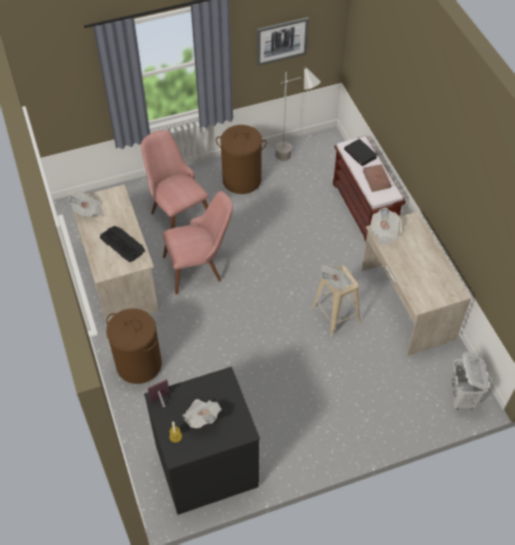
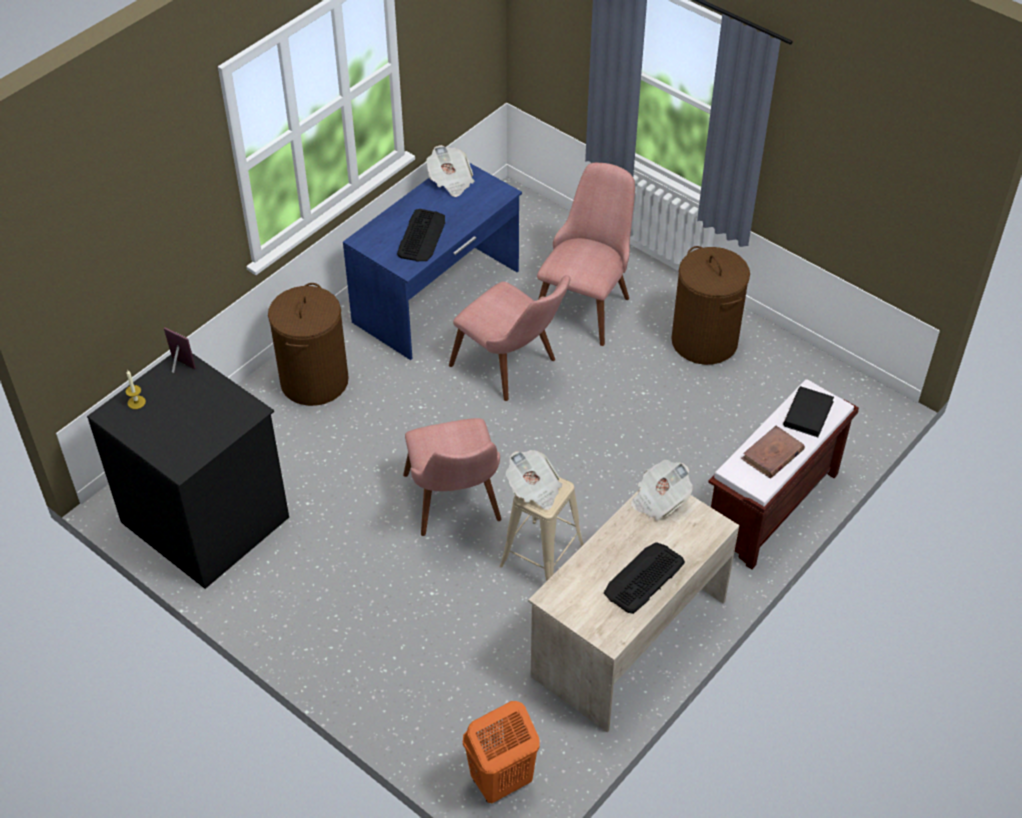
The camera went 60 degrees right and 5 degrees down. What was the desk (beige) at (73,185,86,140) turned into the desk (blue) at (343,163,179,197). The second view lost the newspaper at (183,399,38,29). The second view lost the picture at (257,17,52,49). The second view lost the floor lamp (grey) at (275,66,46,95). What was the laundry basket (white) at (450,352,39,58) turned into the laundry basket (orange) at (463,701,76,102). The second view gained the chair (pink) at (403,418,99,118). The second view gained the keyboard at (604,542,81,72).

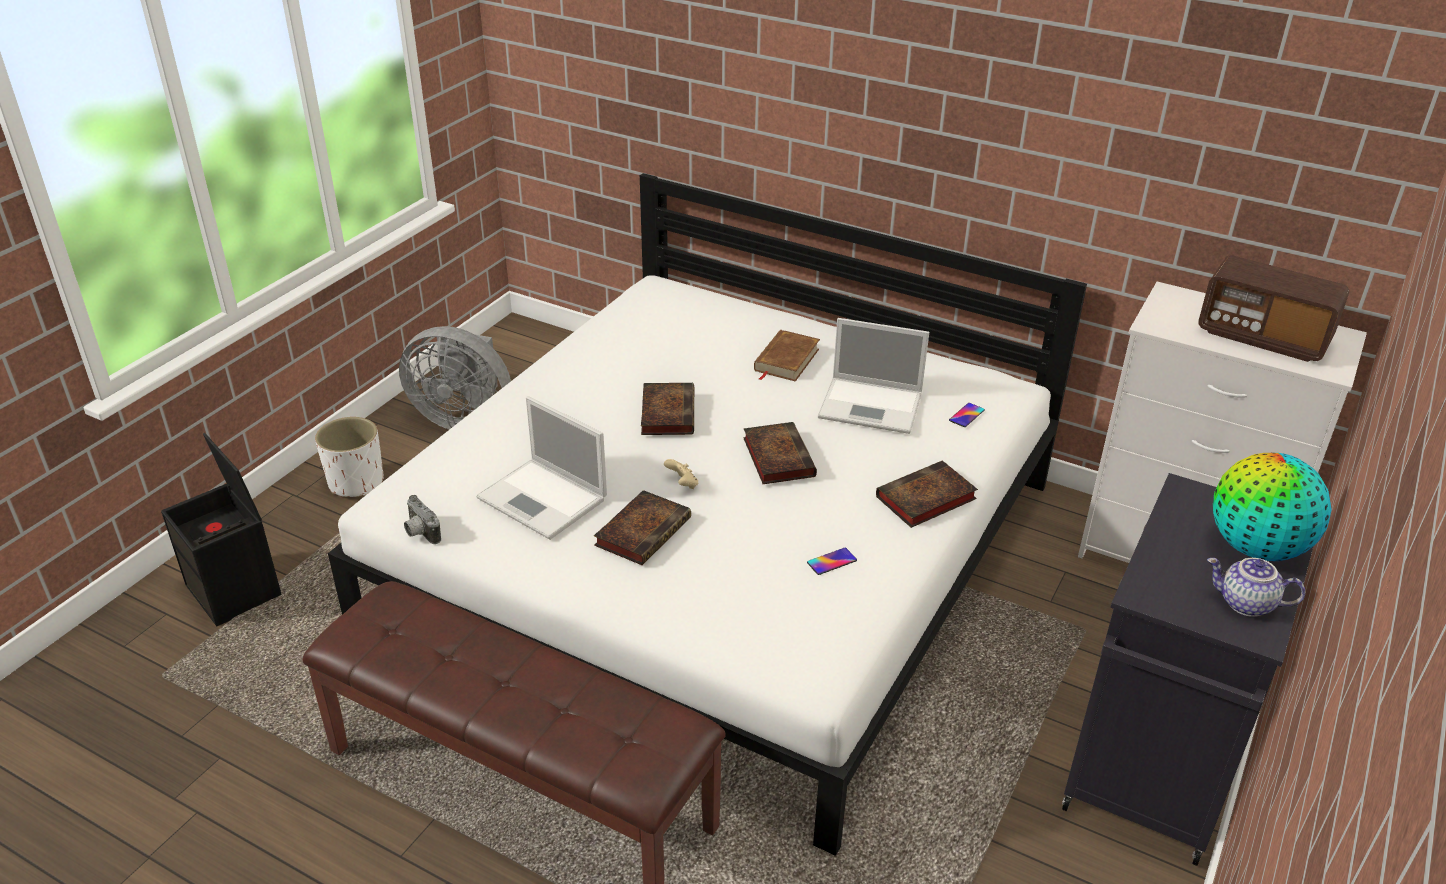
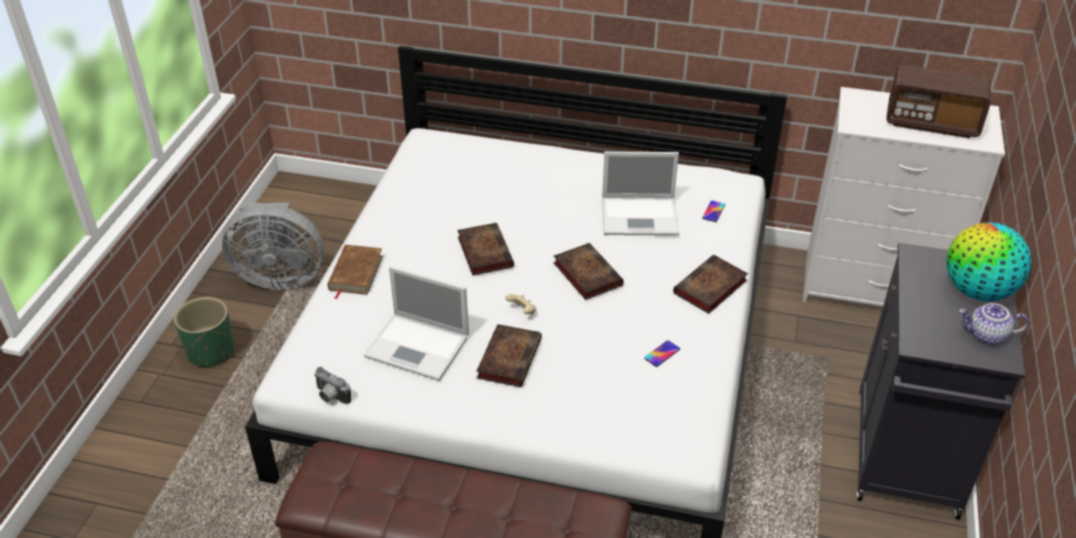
The camera went 15 degrees left and 5 degrees up. The second view lost the storage box (black) at (161,433,121,193). What was the planter (white) at (315,417,69,80) turned into the planter (green) at (174,297,60,70). The book (brown) ended up elsewhere, having gone from (754,330,66,52) to (328,245,55,54).

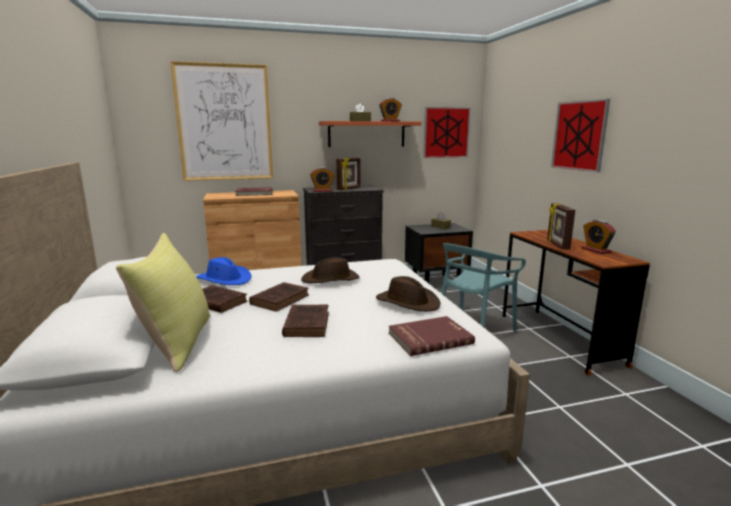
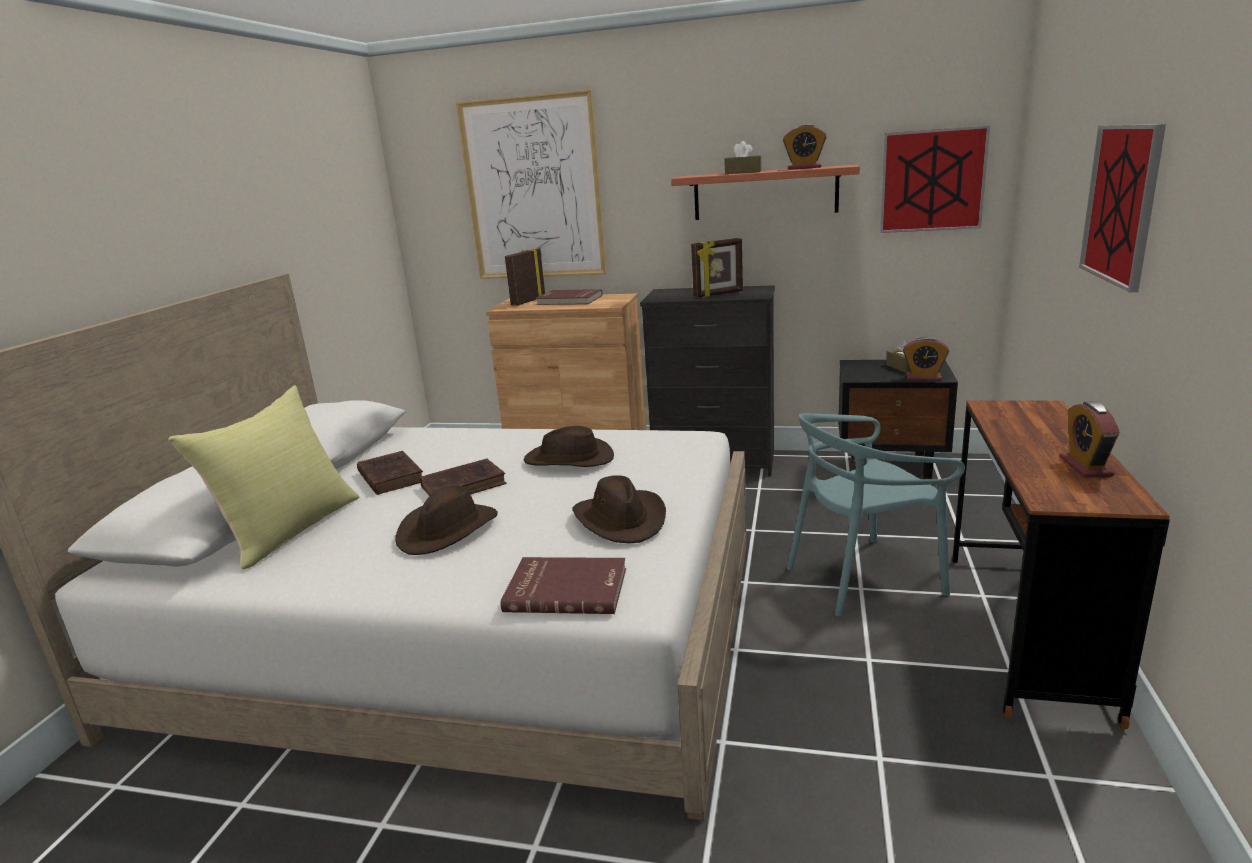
The camera went 30 degrees right and 5 degrees up. The second view lost the hat (blue) at (196,257,55,28). Where the book (brown) stood at (282,305,47,32), the hat (brown) came to stand at (395,486,103,69). The alarm clock ended up elsewhere, having gone from (310,167,24,25) to (903,337,46,44). The picture frame ended up elsewhere, having gone from (547,203,28,47) to (505,249,40,57).

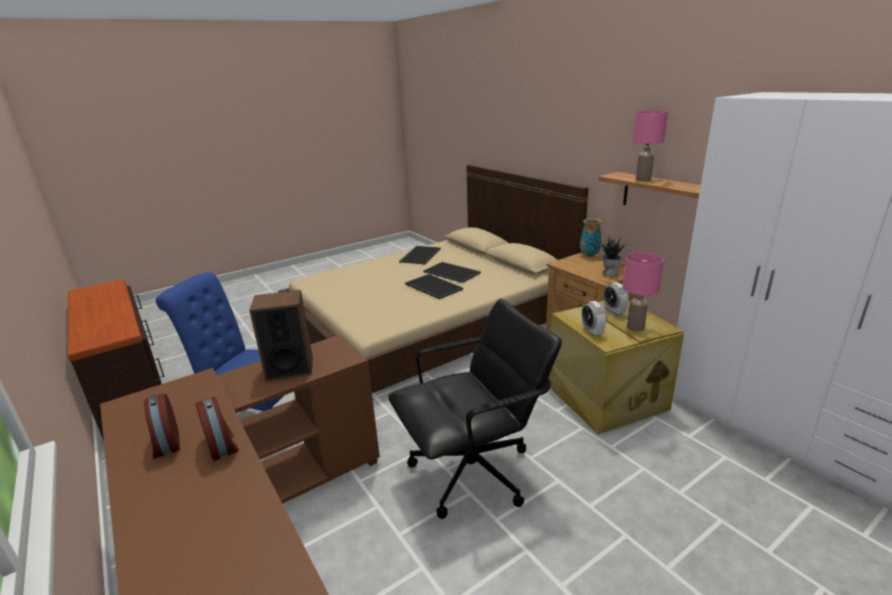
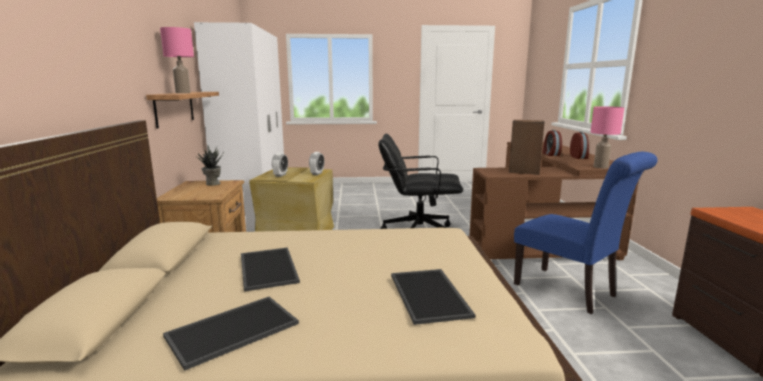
The camera went 150 degrees left and 10 degrees down. The tray ended up elsewhere, having gone from (405,274,58,25) to (391,269,84,56). The second view lost the vase at (580,219,22,38). The table lamp (pink) ended up elsewhere, having gone from (623,252,41,80) to (591,106,33,62).

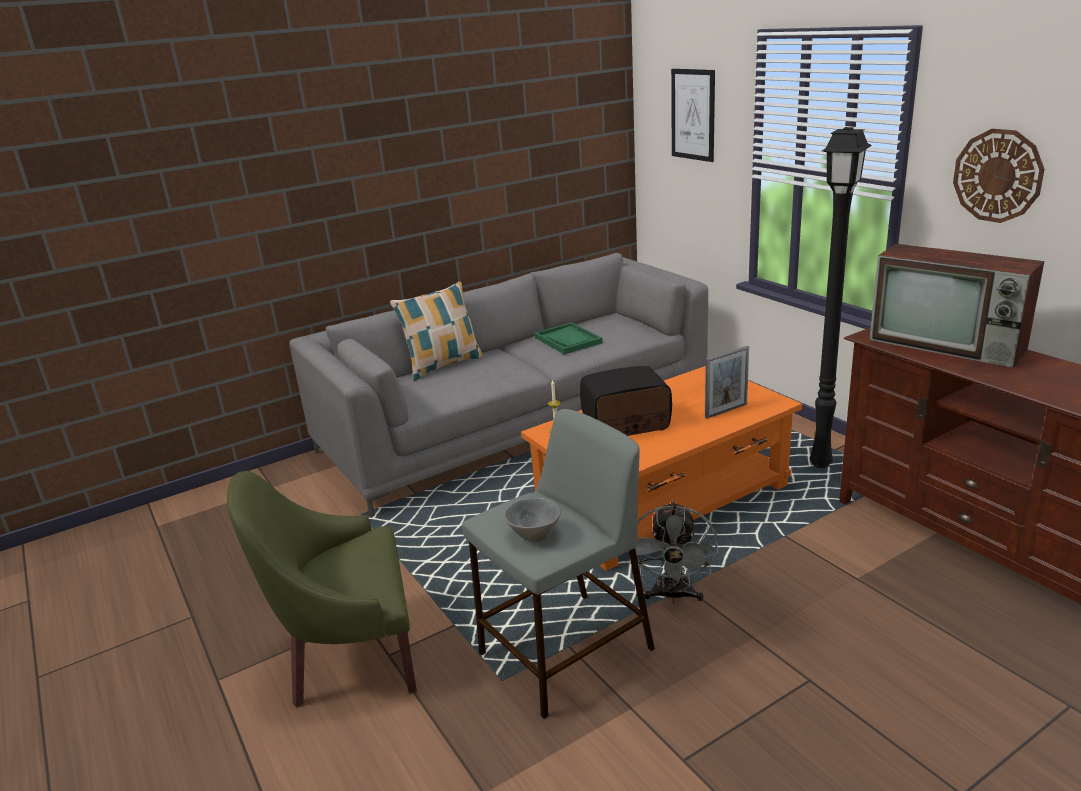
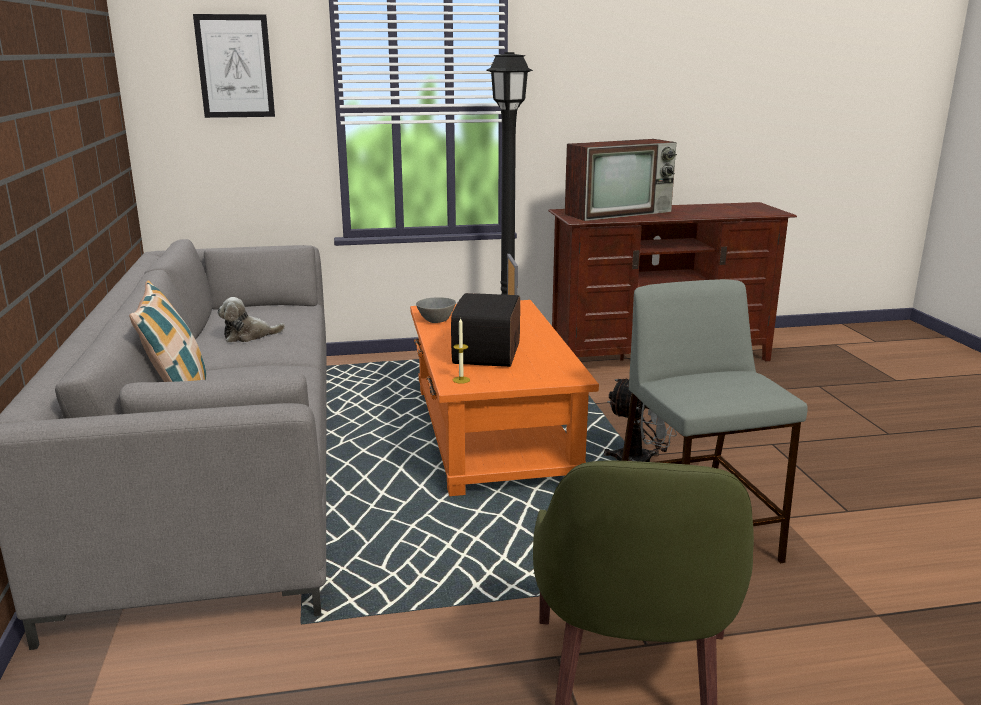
The camera went 70 degrees left and 5 degrees down. The bowl (grey) ended up elsewhere, having gone from (504,498,57,44) to (416,297,40,26). Where the tray (green) stood at (535,322,68,32), the plush toy came to stand at (217,297,68,45). The second view lost the wall clock at (953,129,91,94).

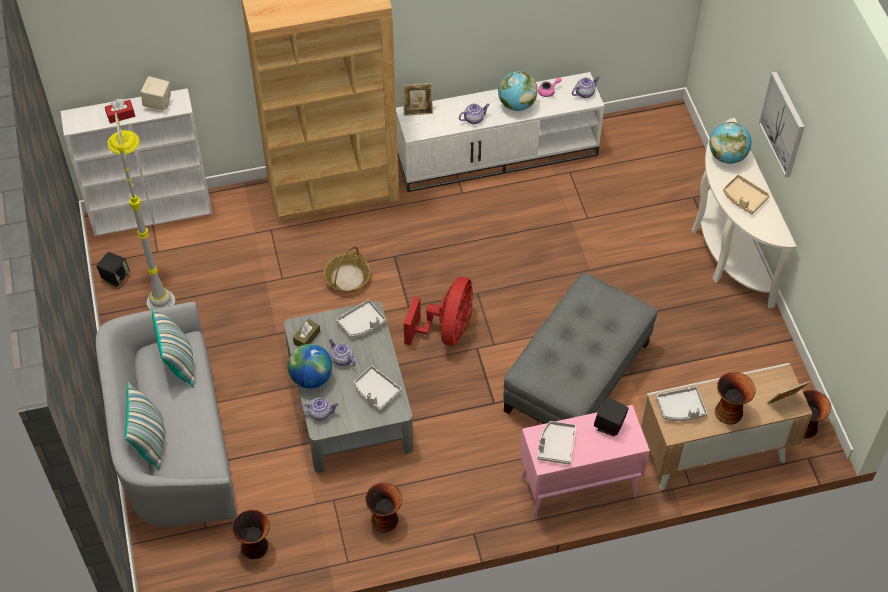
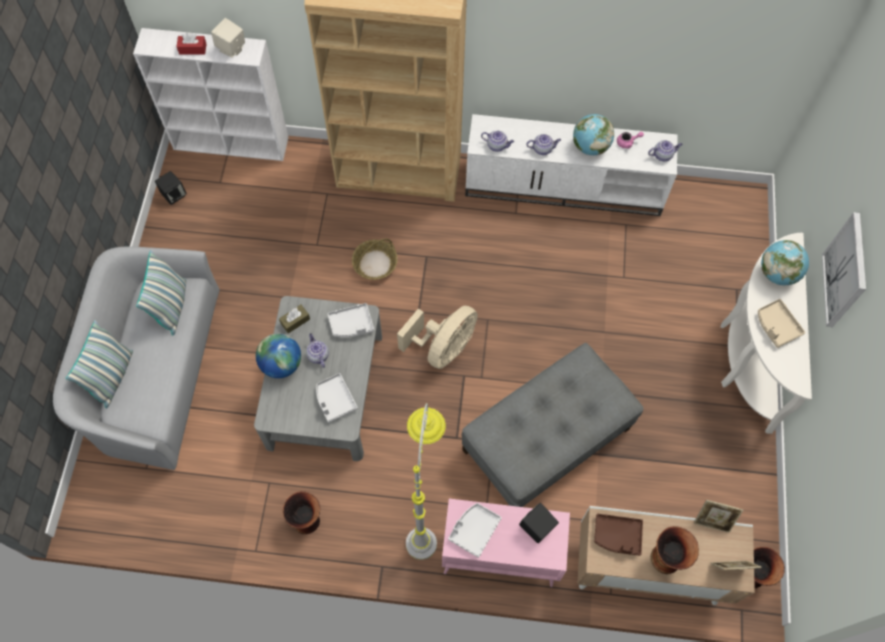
The camera went 20 degrees right and 10 degrees up. The floor lamp (grey) ended up elsewhere, having gone from (107,112,69,198) to (406,403,40,157). The second view lost the vase at (232,510,38,49). The teapot ended up elsewhere, having gone from (301,397,37,24) to (481,131,33,21). The picture frame ended up elsewhere, having gone from (403,83,30,33) to (694,500,49,33). What was the fan (red) at (404,277,69,69) turned into the fan (beige) at (397,306,81,63). What was the tray (grey) at (656,387,51,34) turned into the tray (brown) at (594,514,49,42).

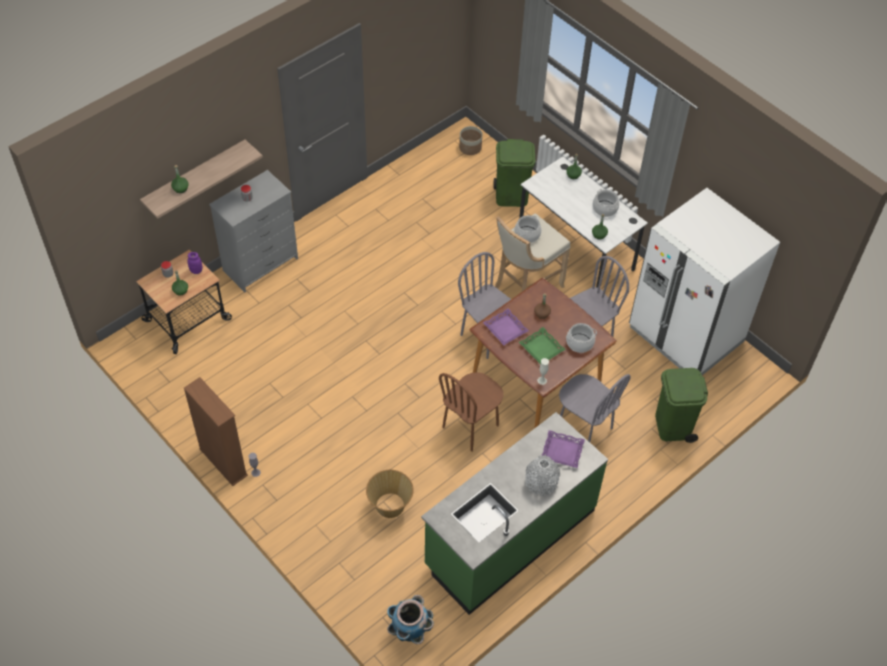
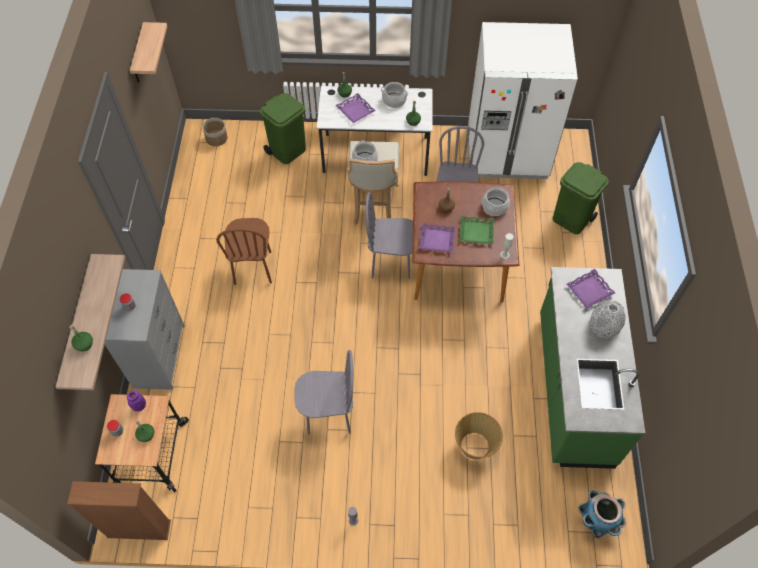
The camera went 45 degrees left and 5 degrees up. The bookcase (brown) ended up elsewhere, having gone from (183,377,65,109) to (67,481,104,59). The chair (brown) ended up elsewhere, having gone from (439,372,64,80) to (216,218,56,67). The chair (grey) ended up elsewhere, having gone from (559,374,72,68) to (294,350,59,85). The second view gained the shelf at (130,22,37,61). The second view gained the tray (purple) at (336,93,40,30).

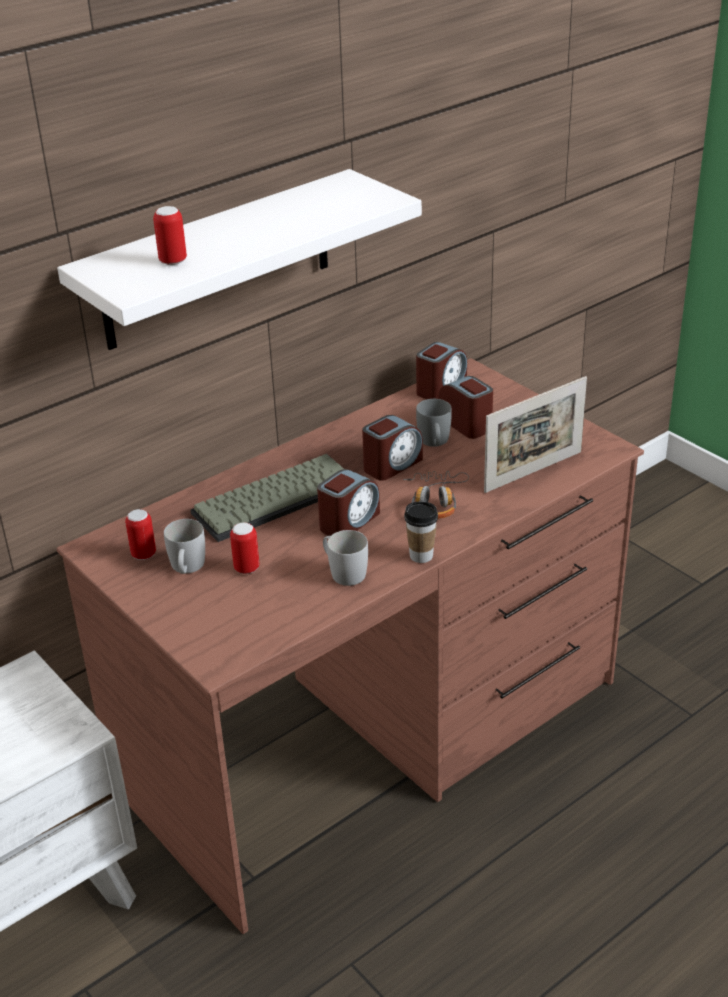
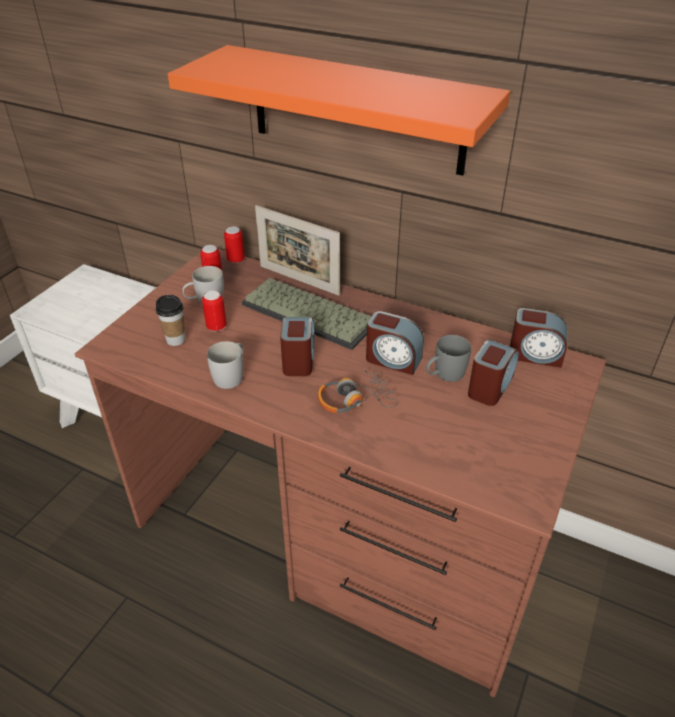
The camera went 65 degrees right and 5 degrees up. What was the shelf (white) at (57,169,365,181) turned into the shelf (orange) at (168,45,342,131). The can ended up elsewhere, having gone from (153,206,34,59) to (224,226,21,37). The alarm clock at (317,469,63,67) ended up facing another way, 105 degrees counterclockwise from before. The cup ended up elsewhere, having gone from (404,501,34,62) to (156,295,29,51). The picture frame ended up elsewhere, having gone from (484,376,103,117) to (255,205,85,91).

